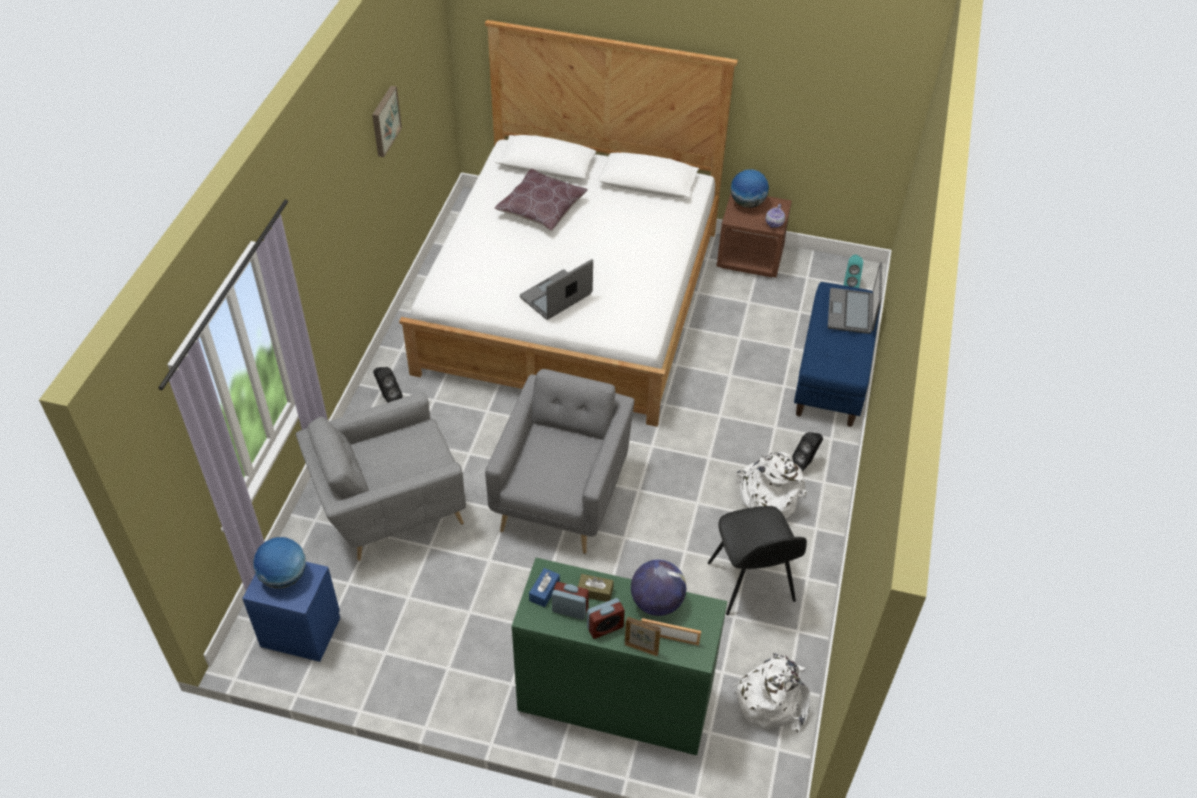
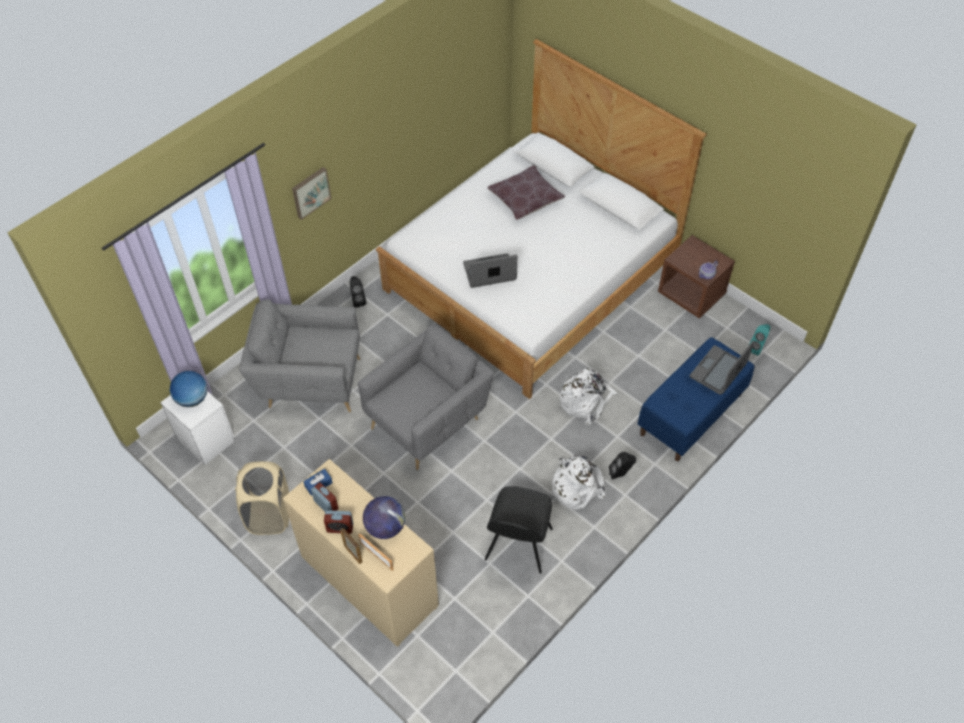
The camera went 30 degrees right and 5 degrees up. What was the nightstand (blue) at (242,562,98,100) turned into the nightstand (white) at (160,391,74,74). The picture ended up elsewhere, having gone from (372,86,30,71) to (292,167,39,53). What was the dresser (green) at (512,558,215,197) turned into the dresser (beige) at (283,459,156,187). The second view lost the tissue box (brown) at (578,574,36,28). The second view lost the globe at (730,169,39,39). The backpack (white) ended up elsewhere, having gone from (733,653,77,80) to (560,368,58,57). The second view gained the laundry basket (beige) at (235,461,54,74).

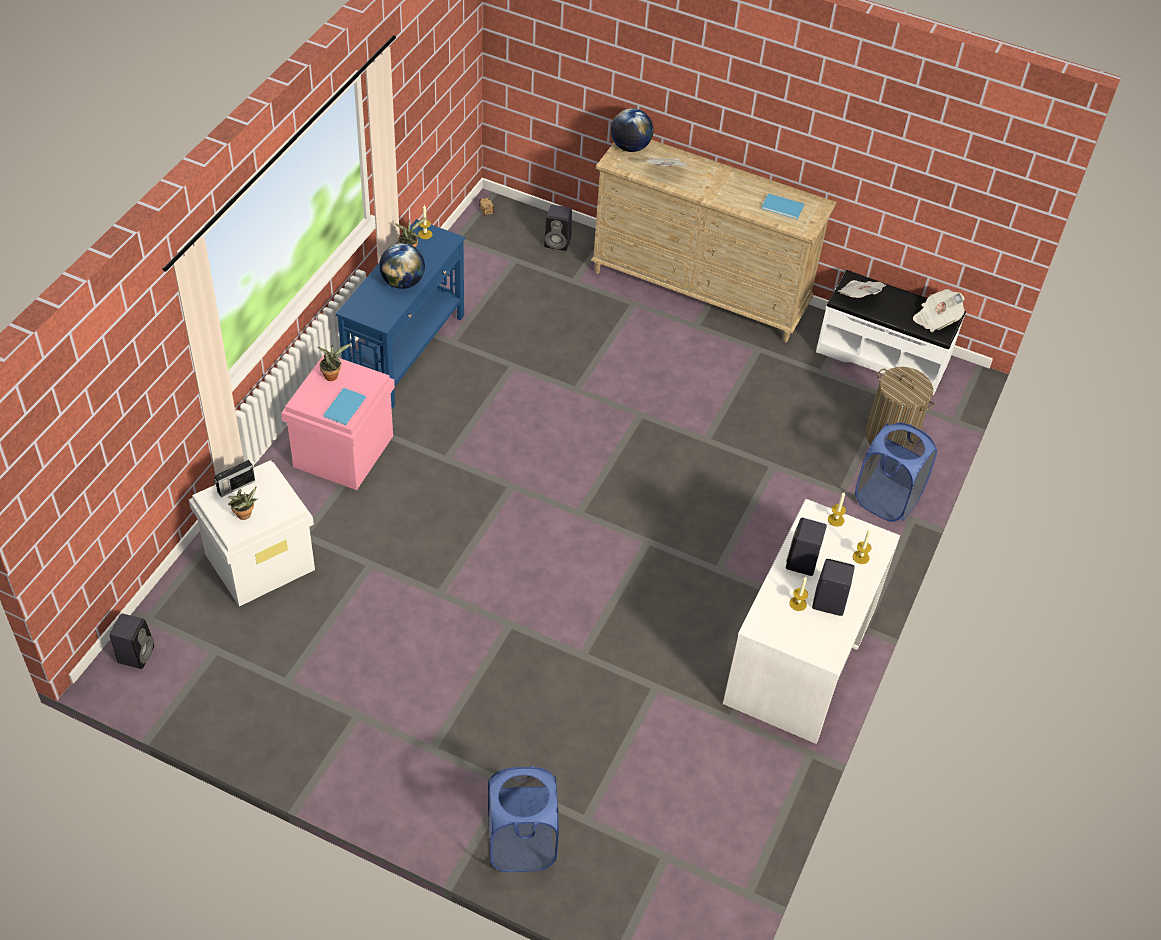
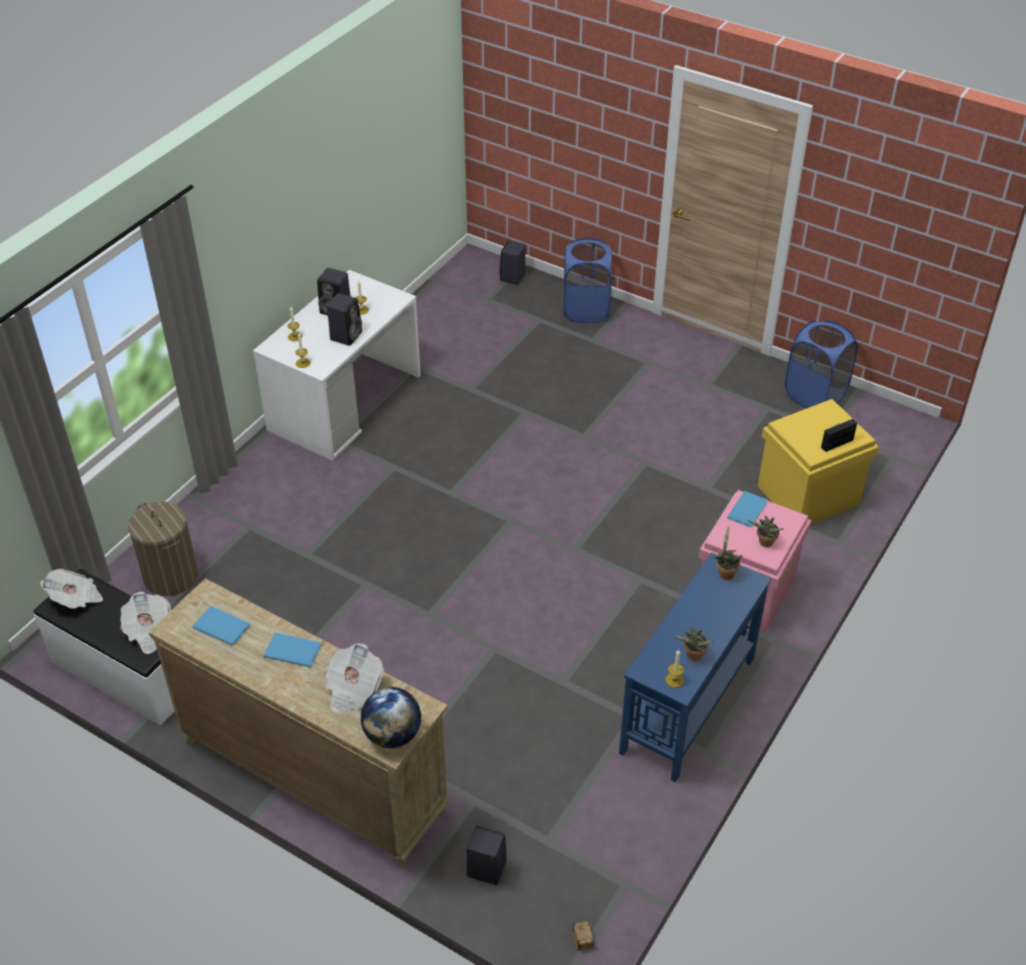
The camera went 170 degrees left and 5 degrees down. The speaker (black) ended up elsewhere, having gone from (110,613,44,56) to (499,241,27,44). What was the storage box (white) at (189,460,126,146) turned into the storage box (yellow) at (758,399,121,125). The potted plant ended up elsewhere, having gone from (228,486,30,34) to (712,526,30,54). The second view lost the globe at (379,243,46,46). The laundry basket (blue) ended up elsewhere, having gone from (855,423,82,99) to (785,320,73,88). The second view gained the book (blue) at (264,633,57,34).

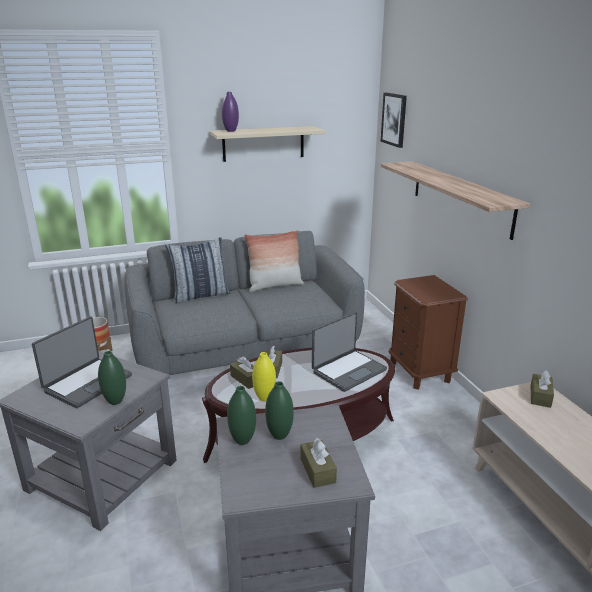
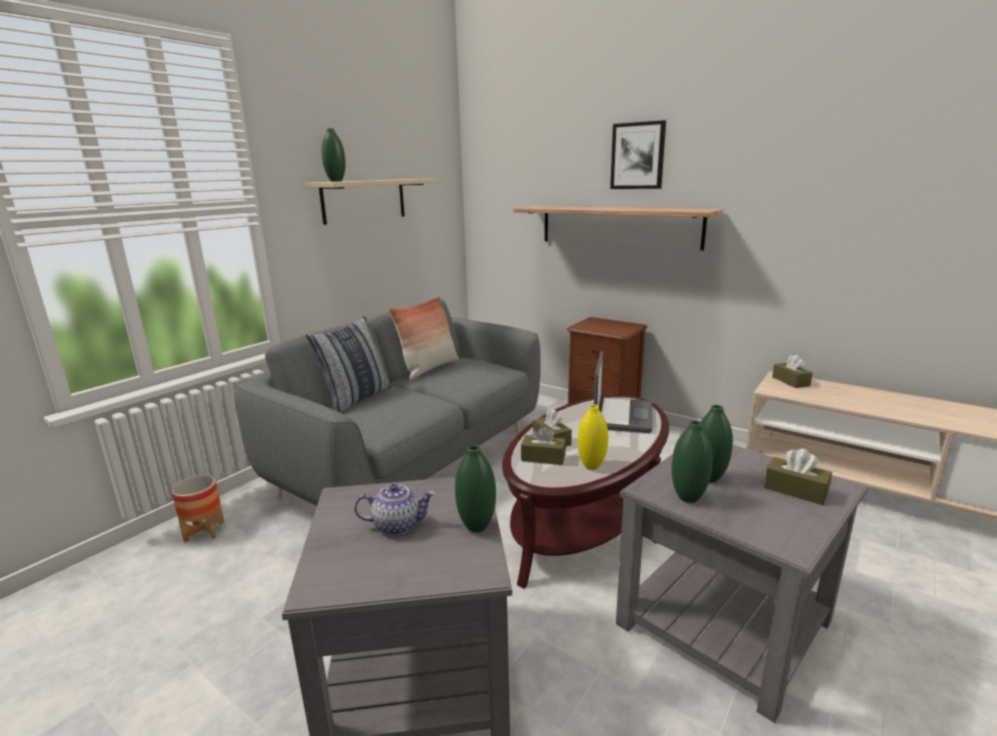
The camera went 35 degrees left and 5 degrees down. Where the laptop stood at (32,316,100,92), the teapot came to stand at (354,484,81,51). What was the vase (purple) at (222,92,17,40) turned into the vase (green) at (322,128,24,54). The picture ended up elsewhere, having gone from (381,93,26,55) to (610,120,56,69).

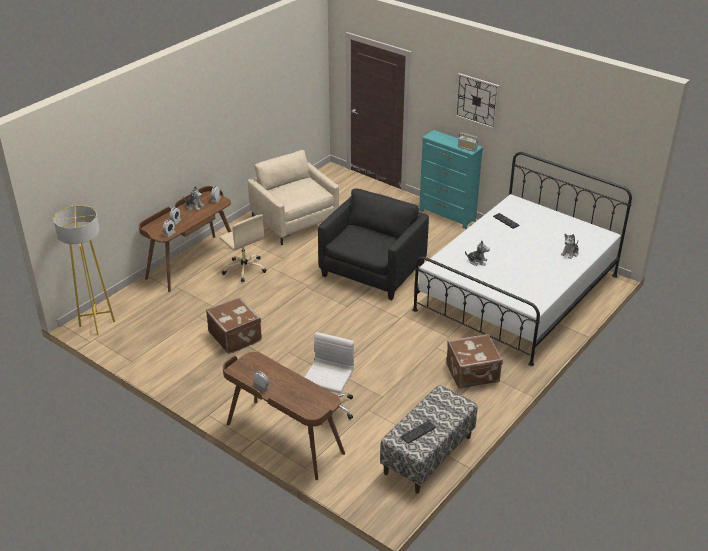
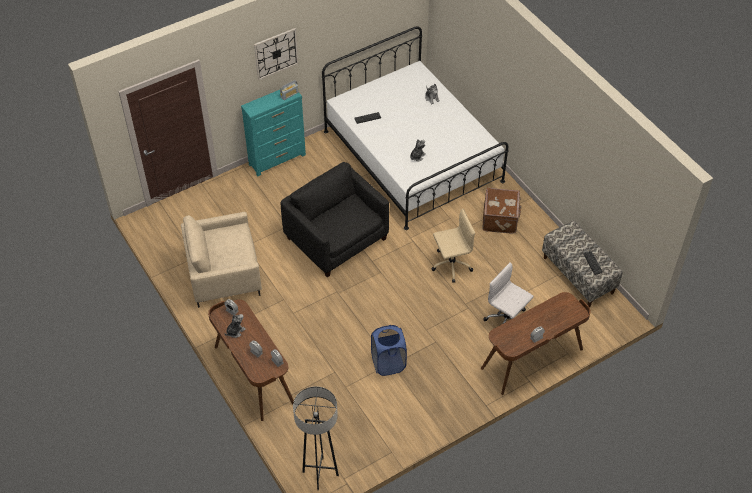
The camera went 70 degrees left and 15 degrees up. What was the floor lamp (yellow) at (54,206,61,129) turned into the floor lamp (grey) at (293,386,46,105). Where the suitcase (brown) stood at (206,297,56,57), the laundry basket (blue) came to stand at (371,325,36,51). The office chair (beige) ended up elsewhere, having gone from (219,214,48,68) to (431,209,44,74).

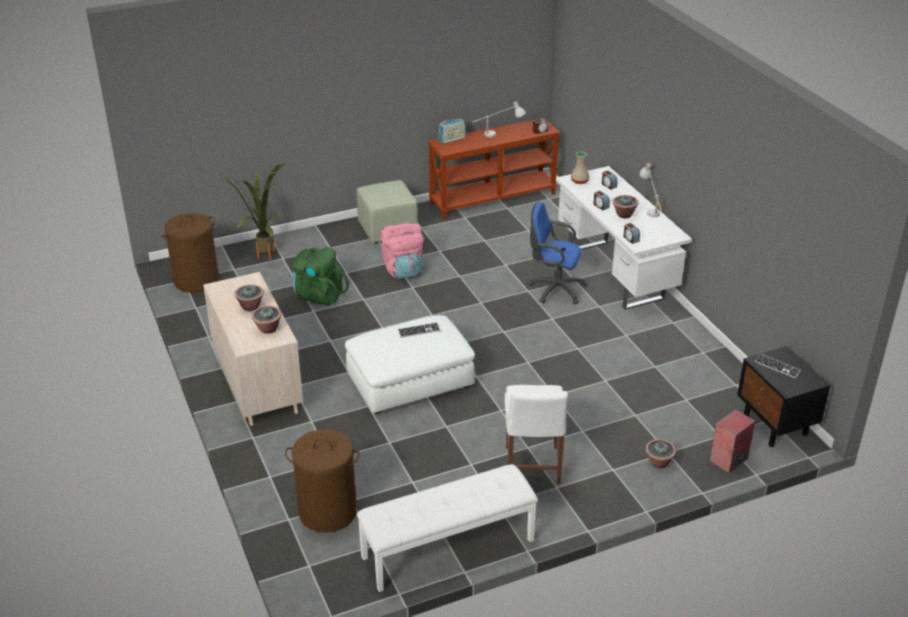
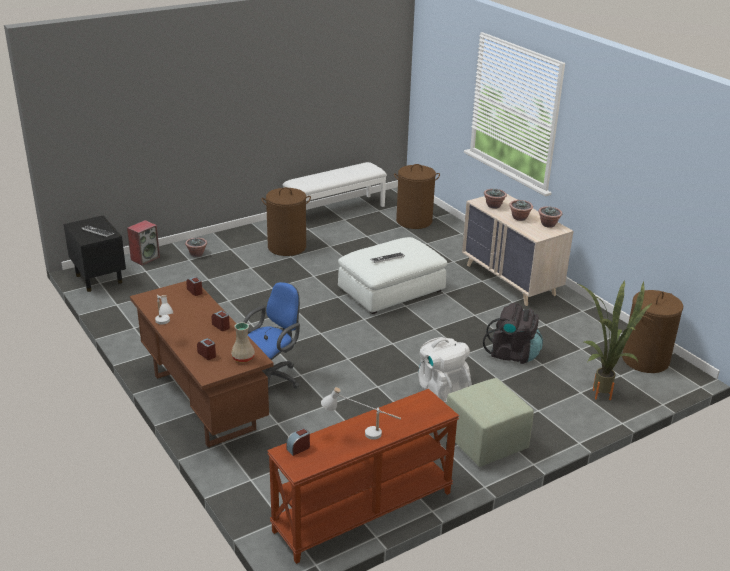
The camera went 170 degrees right and 5 degrees down. What was the backpack (green) at (292,247,57,59) turned into the backpack (black) at (483,303,60,61). What was the backpack (pink) at (380,223,44,55) turned into the backpack (white) at (418,337,54,66). The second view lost the radio at (438,119,28,25). Where the chair (white) stood at (505,385,63,99), the laundry basket (brown) came to stand at (261,187,50,69). The office chair (blue) at (528,202,59,102) ended up facing another way, 60 degrees counterclockwise from before. What was the desk (white) at (556,166,136,144) turned into the desk (brown) at (130,281,143,167). The potted plant ended up elsewhere, having gone from (613,195,26,23) to (538,206,24,22).

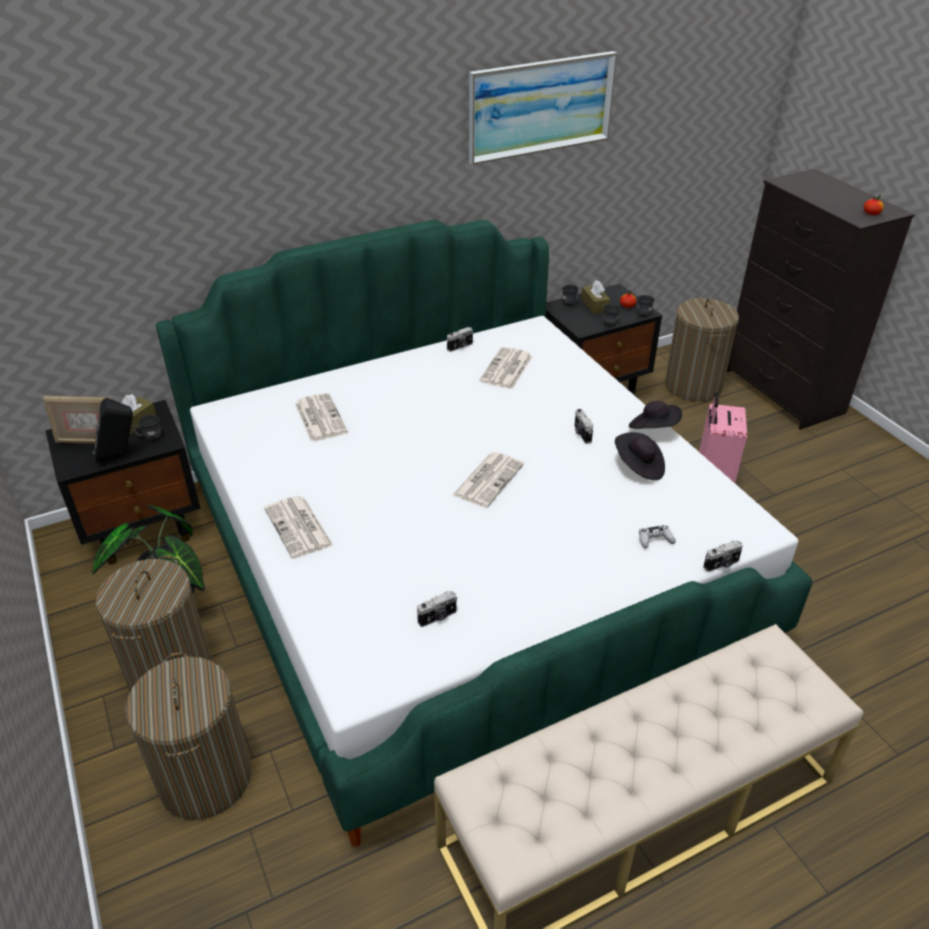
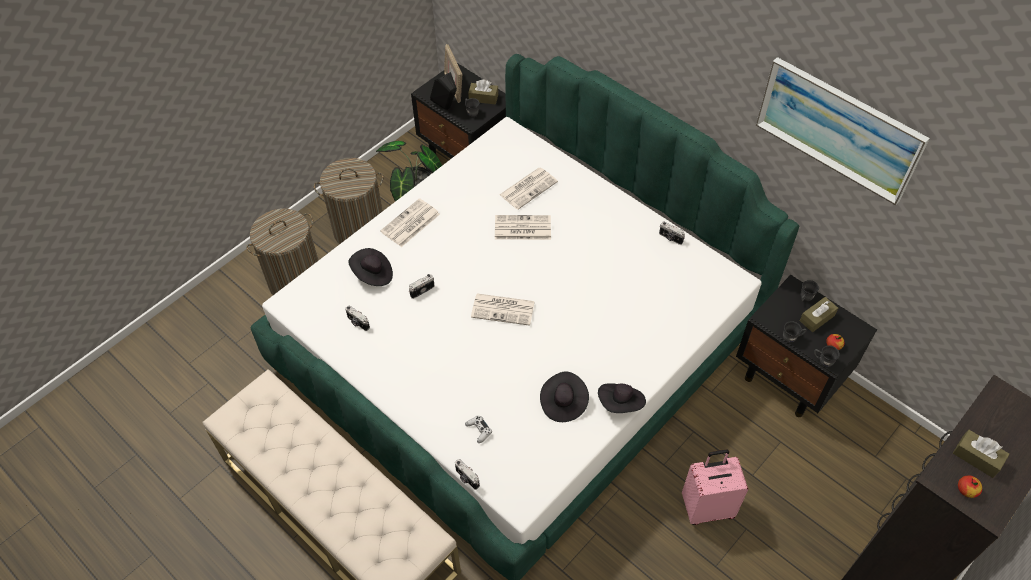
The camera went 70 degrees right and 15 degrees up. The newspaper ended up elsewhere, having gone from (479,347,53,42) to (495,215,56,25). The photo camera ended up elsewhere, having gone from (575,409,18,35) to (409,274,26,25). The second view lost the laundry basket at (665,298,74,104). The second view gained the hat (black) at (348,248,45,38). The second view gained the tissue box (brown) at (953,430,57,48).

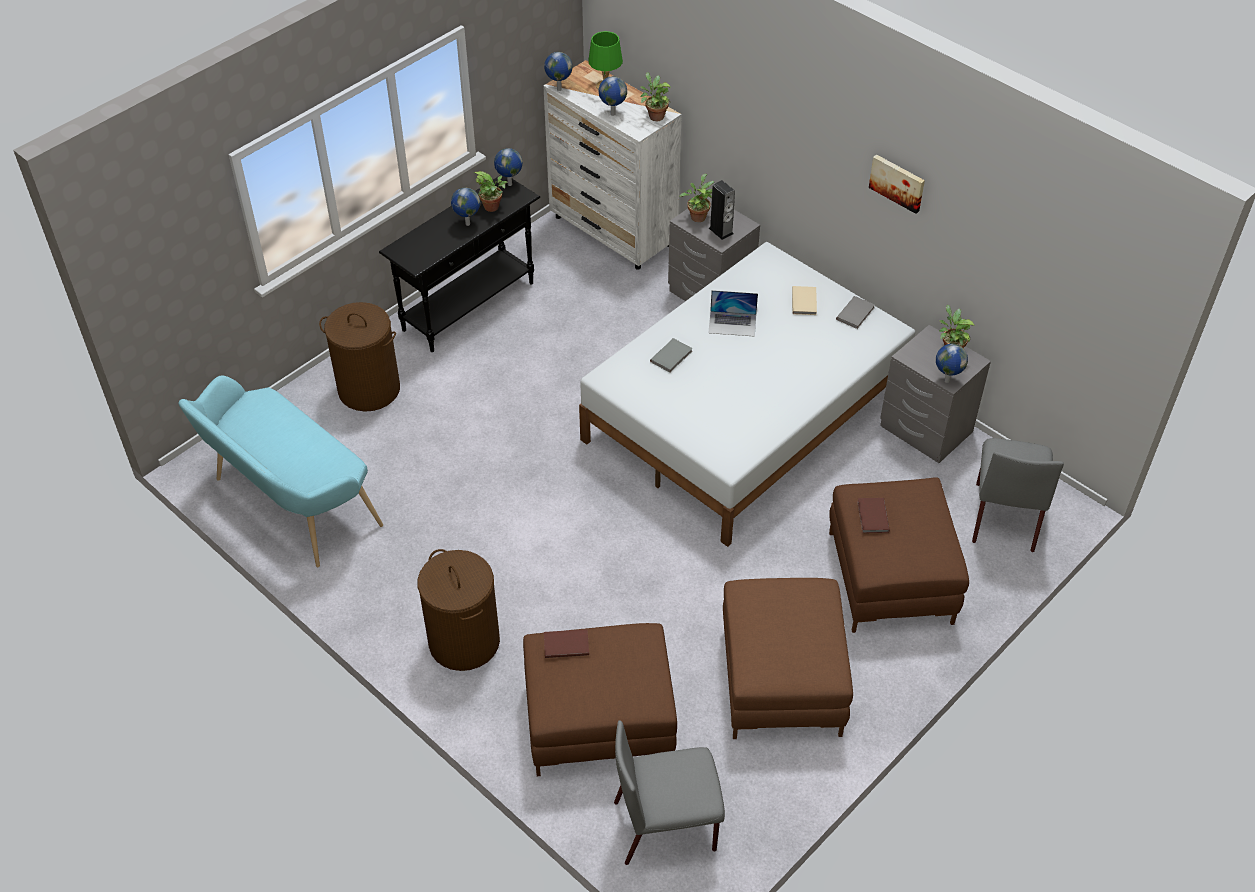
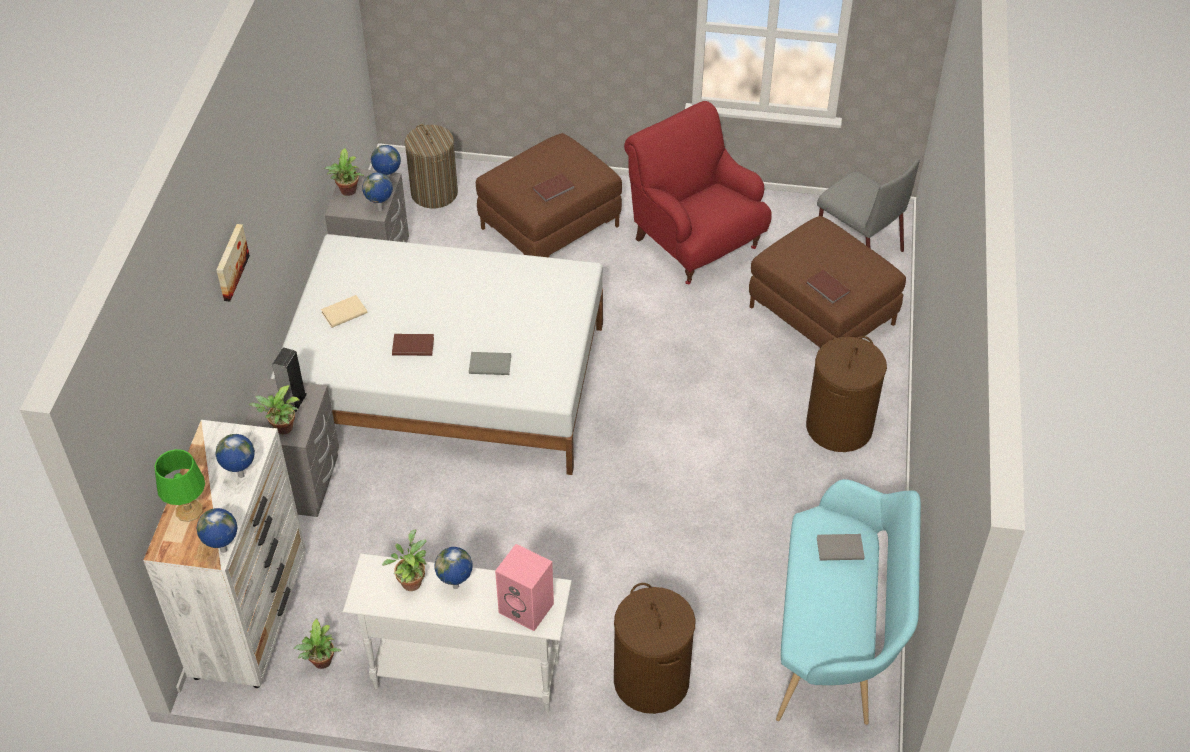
The camera went 125 degrees left and 0 degrees up. What was the console table (black) at (379,175,161,177) turned into the console table (white) at (343,553,229,159). The globe ended up elsewhere, having gone from (494,148,29,38) to (362,172,31,39). The potted plant ended up elsewhere, having gone from (640,72,31,49) to (294,618,47,51). Where the laptop stood at (708,290,50,47), the book (brown) came to stand at (392,334,42,22). Where the ottoman (brown) stood at (723,578,130,161), the armchair (red) came to stand at (624,101,148,183). The book (grey) ended up elsewhere, having gone from (836,296,39,33) to (817,534,47,27). The picture ended up elsewhere, having gone from (869,154,56,60) to (216,224,34,78). Where the chair (grey) stood at (972,438,92,114), the laundry basket came to stand at (405,124,53,84). The second view gained the speaker (pink) at (495,544,59,87).

